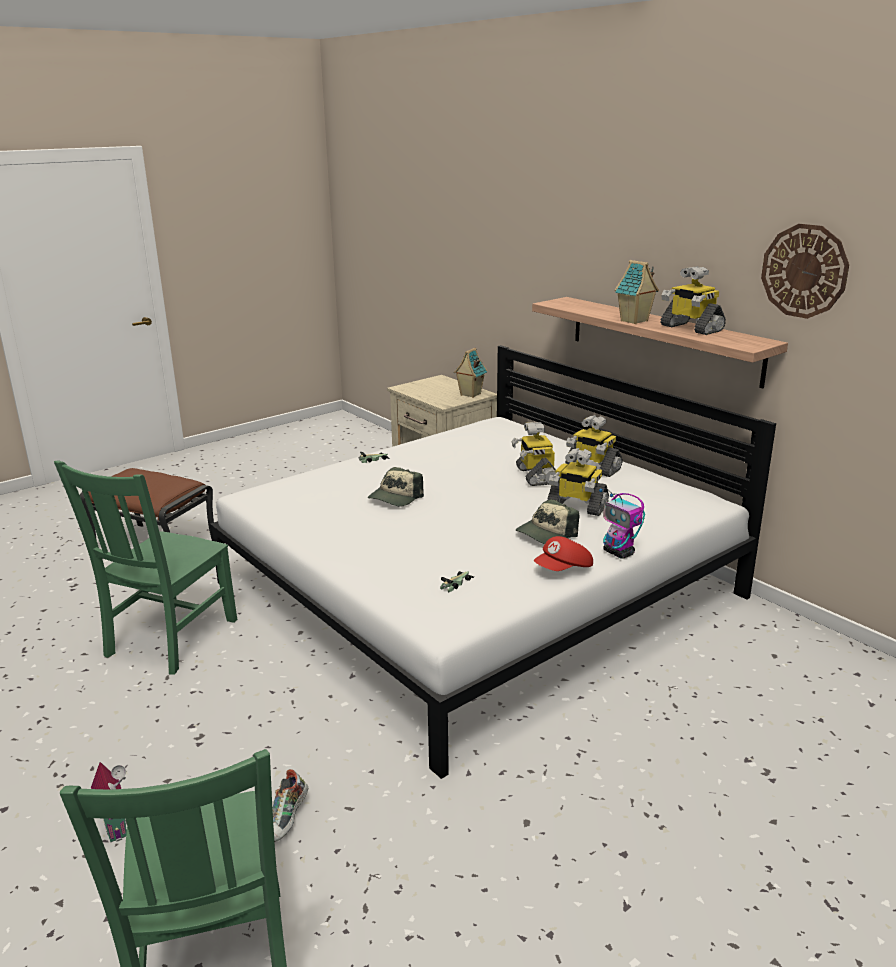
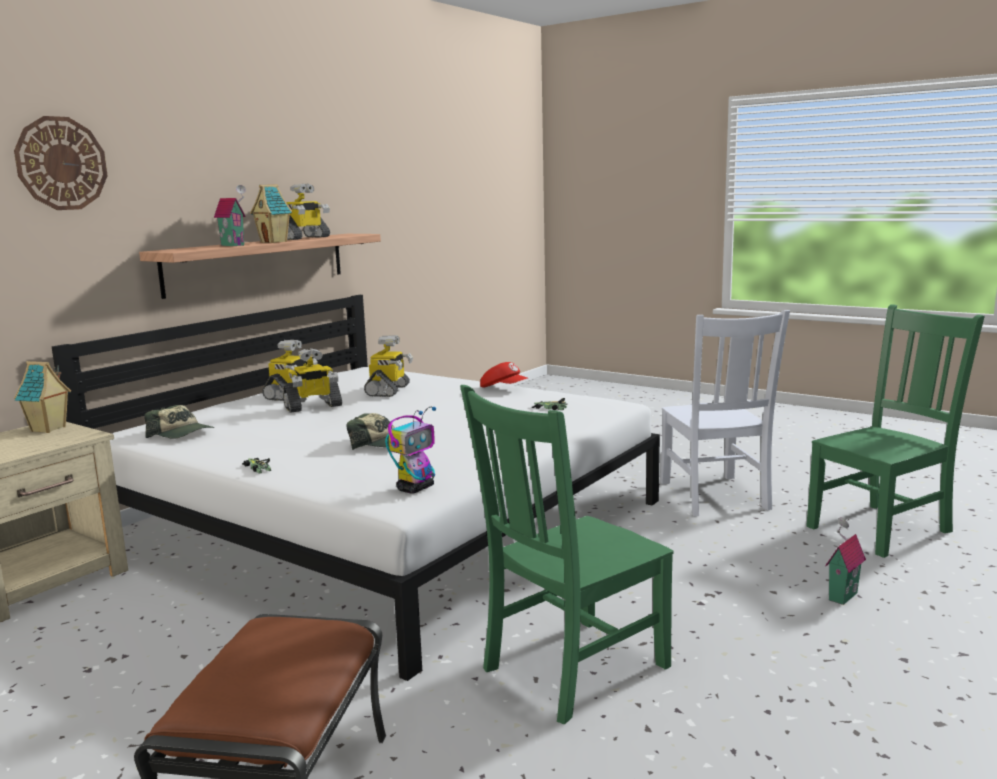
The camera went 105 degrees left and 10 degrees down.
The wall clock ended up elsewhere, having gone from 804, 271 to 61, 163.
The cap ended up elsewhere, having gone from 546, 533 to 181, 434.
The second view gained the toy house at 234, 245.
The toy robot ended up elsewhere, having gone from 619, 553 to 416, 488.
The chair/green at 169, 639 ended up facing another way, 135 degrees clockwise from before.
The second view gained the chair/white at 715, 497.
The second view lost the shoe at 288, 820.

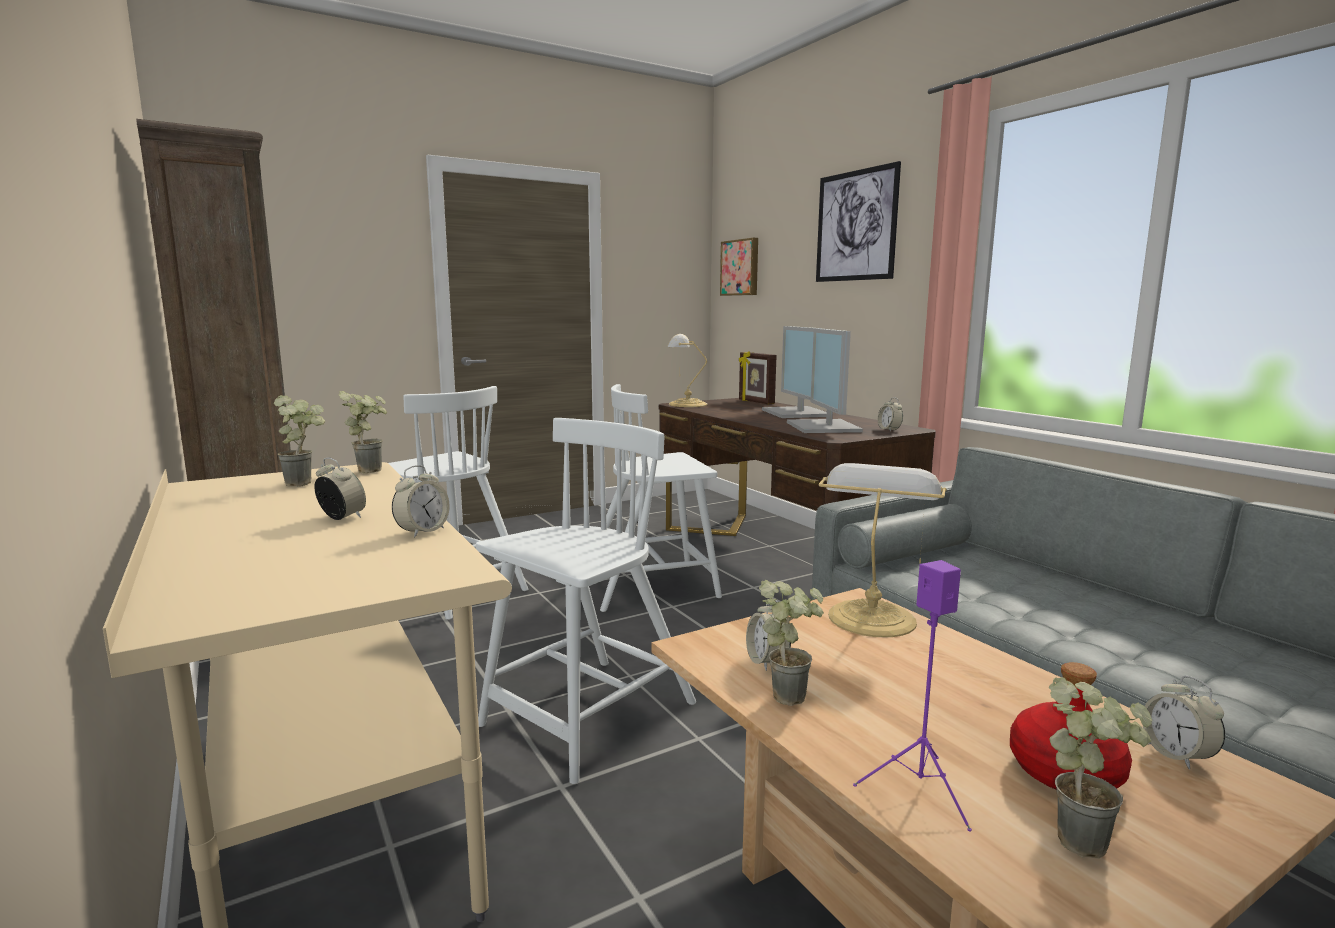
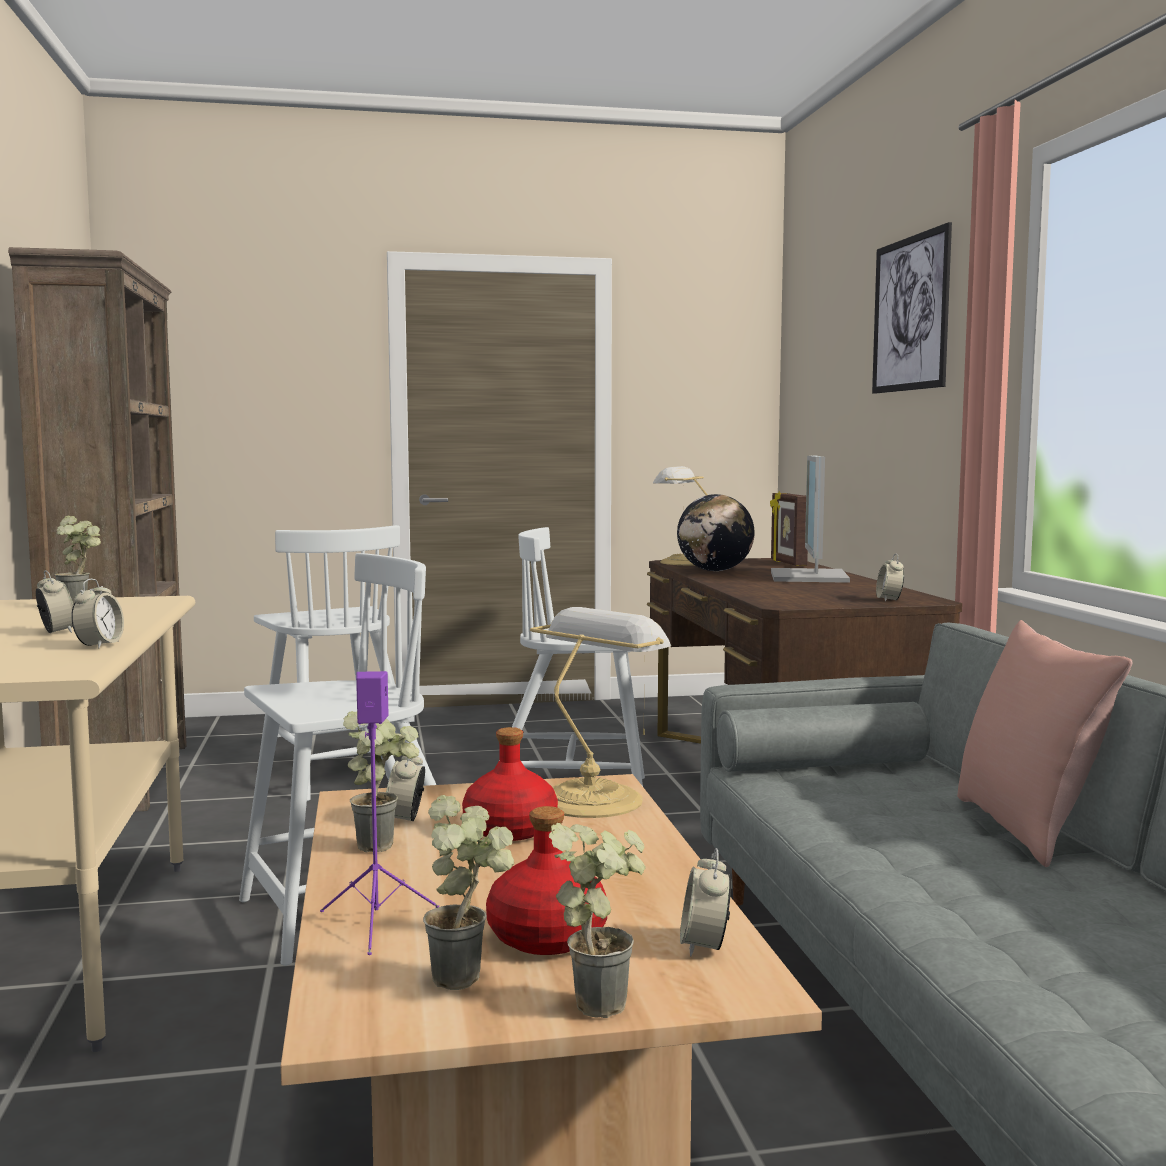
The camera went 20 degrees right and 5 degrees down.
The alarm clock at 422, 531 ended up facing another way, 45 degrees counterclockwise from before.
The second view gained the bottle/red at 510, 829.
The potted plant ended up elsewhere, having gone from 371, 470 to 603, 999.
The second view gained the globe at 714, 571.
The second view gained the pillow/pink at 1027, 829.
The second view lost the picture at 741, 267.
The second view lost the monitor at 824, 427.

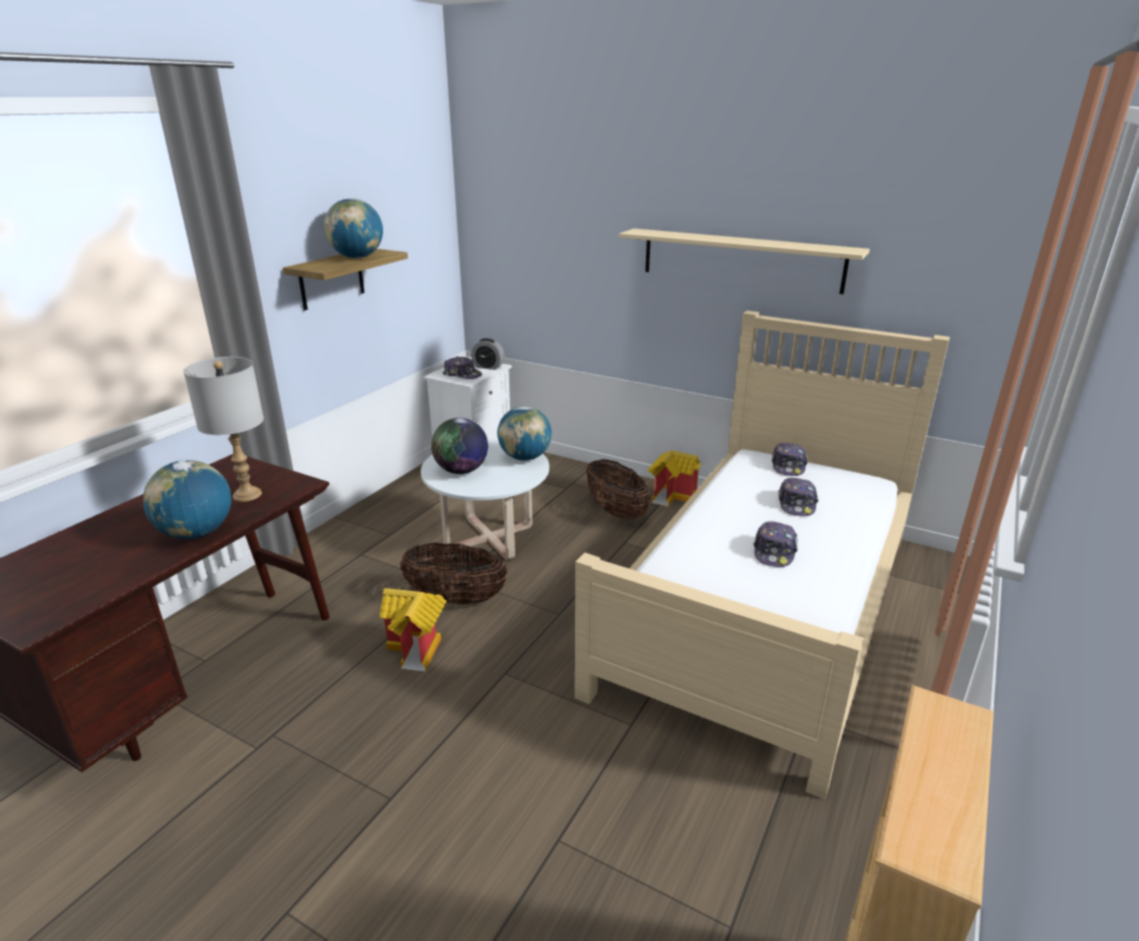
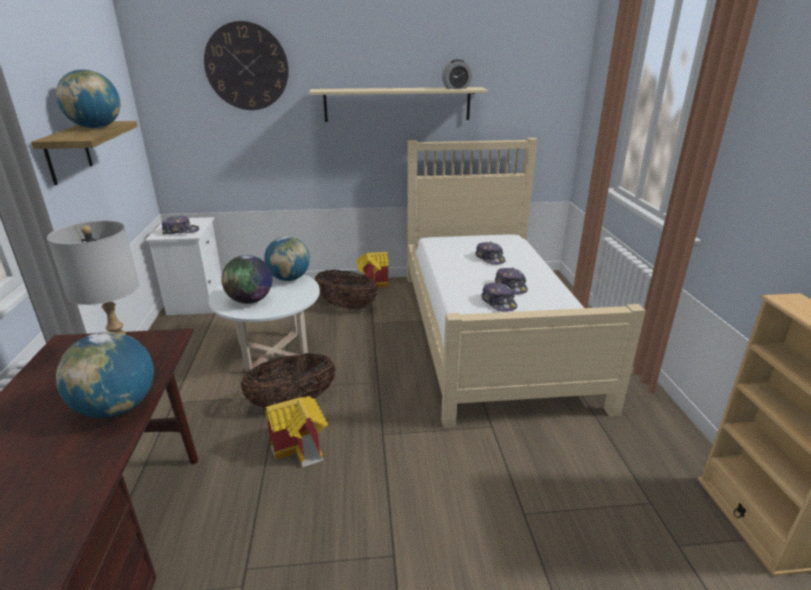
The camera went 35 degrees left and 0 degrees up.
The second view gained the wall clock at 247, 67.
The alarm clock ended up elsewhere, having gone from 488, 367 to 456, 88.
The cap ended up elsewhere, having gone from 788, 466 to 498, 303.

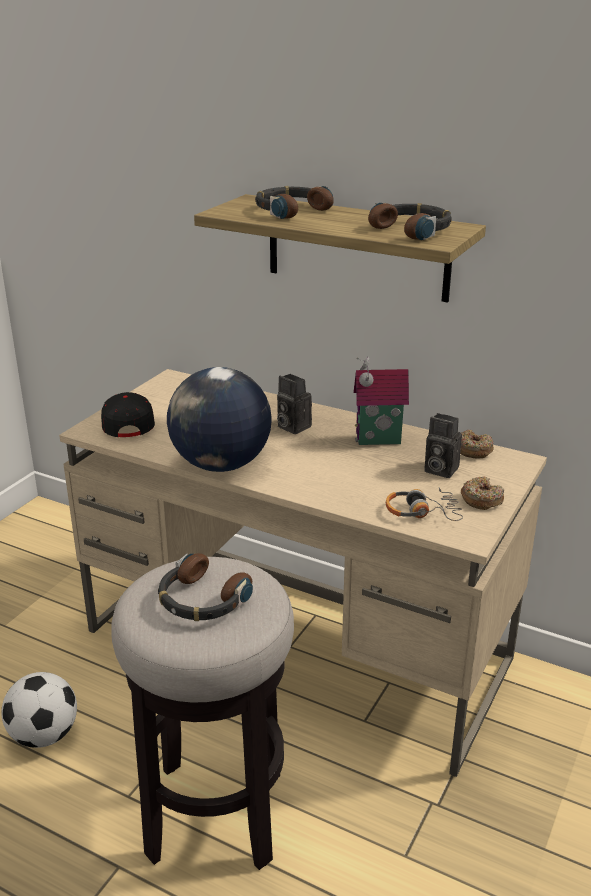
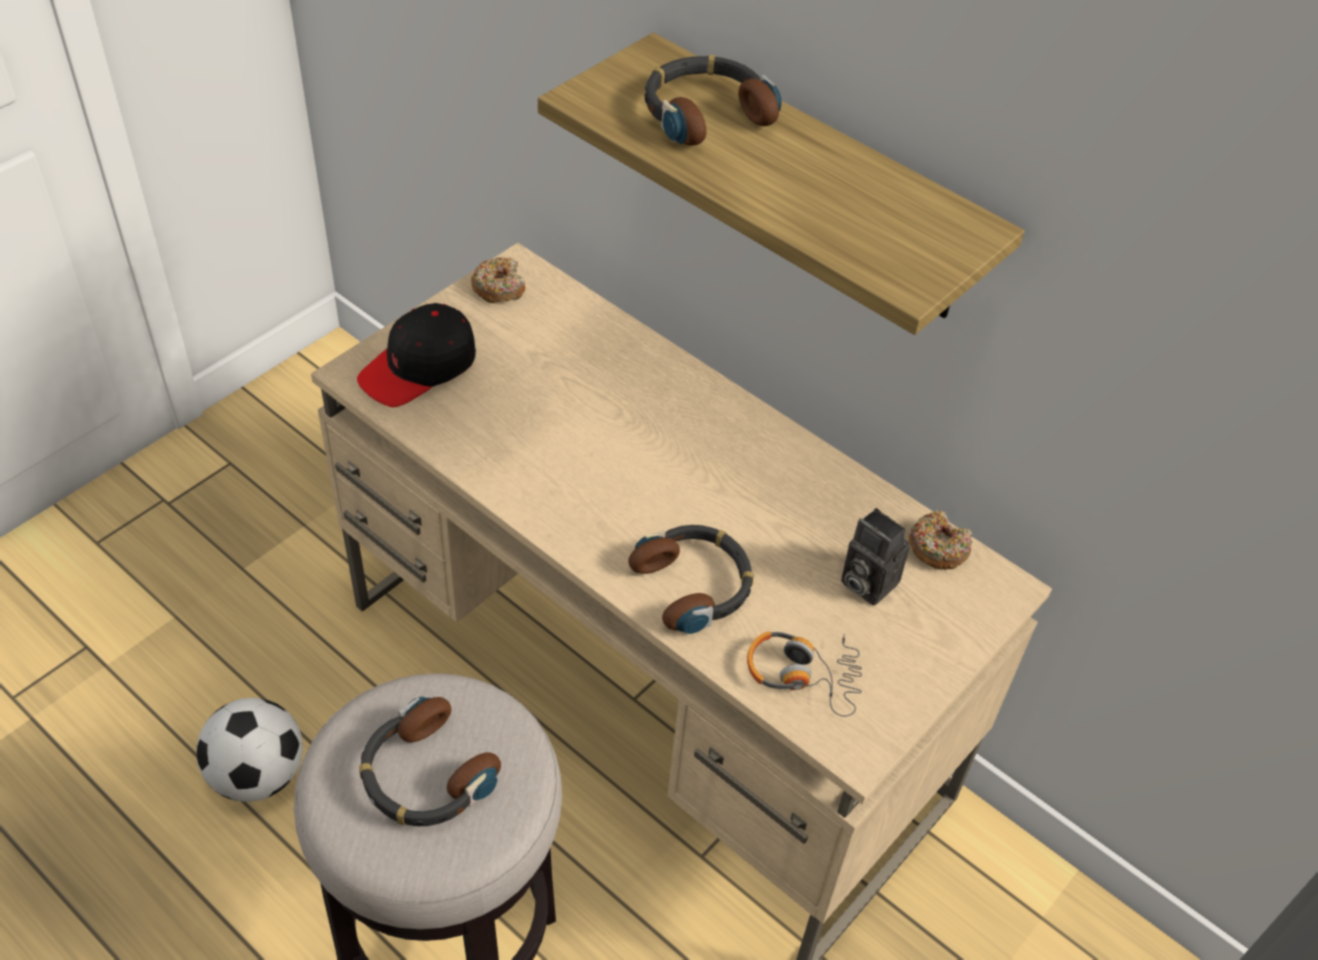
The camera went 10 degrees right and 20 degrees up.
The cap/black at 127, 423 ended up facing another way, 135 degrees counterclockwise from before.
The donut ended up elsewhere, having gone from 481, 499 to 499, 287.
The headphones ended up elsewhere, having gone from 412, 230 to 694, 584.
The second view lost the globe at 220, 464.
The second view lost the photo camera at 291, 426.
The second view lost the toy house at 378, 441.

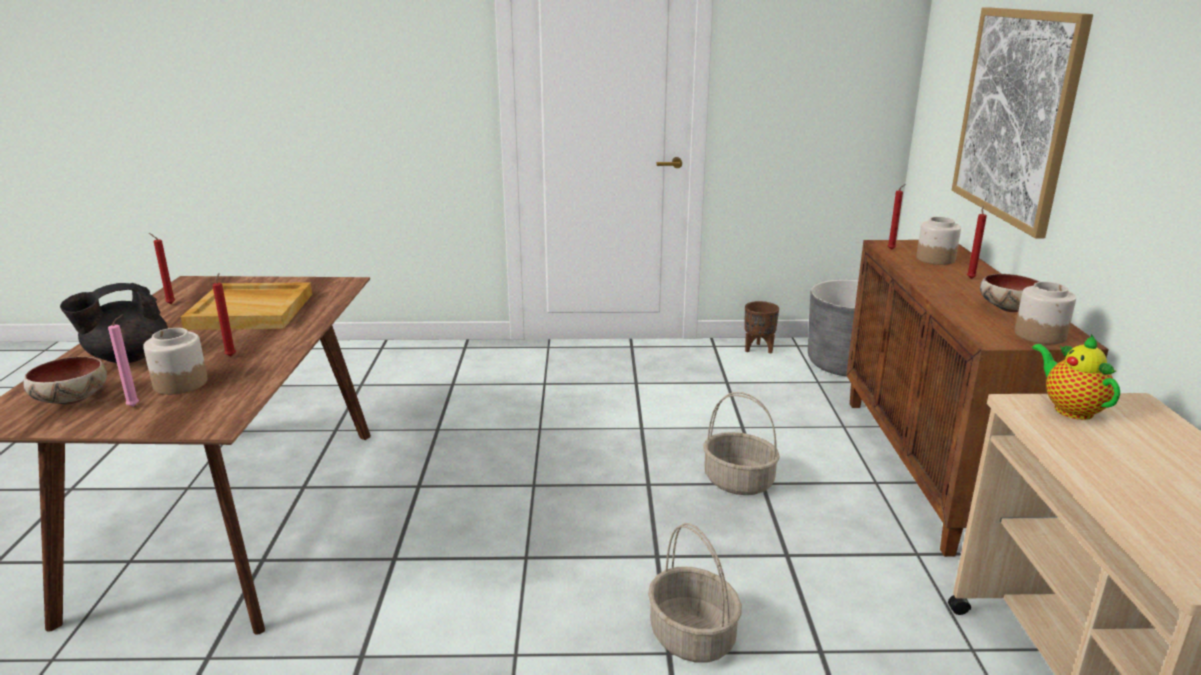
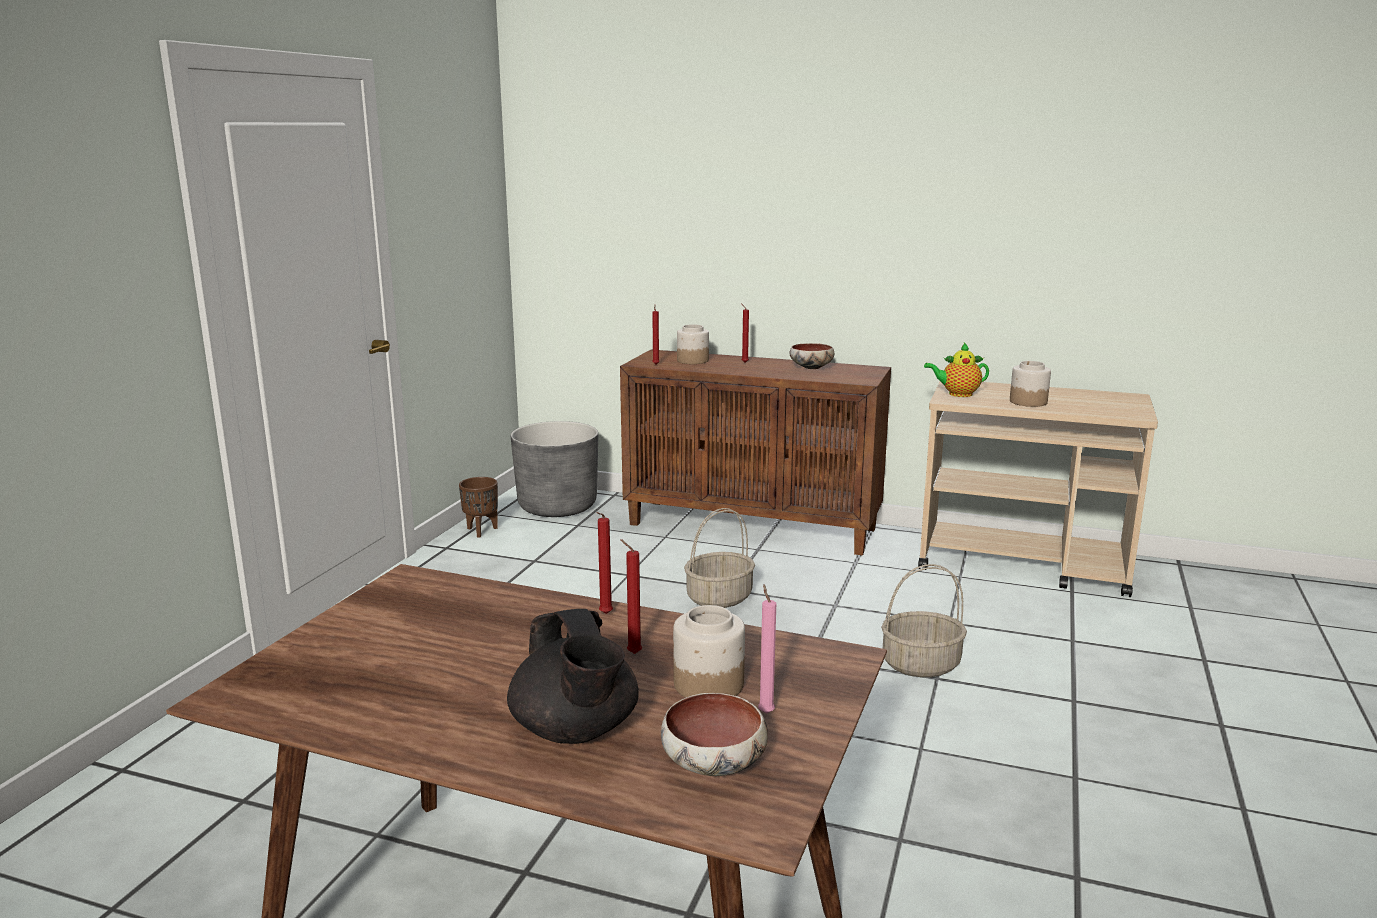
The camera went 70 degrees left and 5 degrees down.
The candle/red ended up elsewhere, having gone from 169, 304 to 604, 615.
The jar ended up elsewhere, having gone from 1040, 335 to 1028, 402.
The second view lost the tray/beige at 252, 310.
The second view lost the picture at 1016, 115.

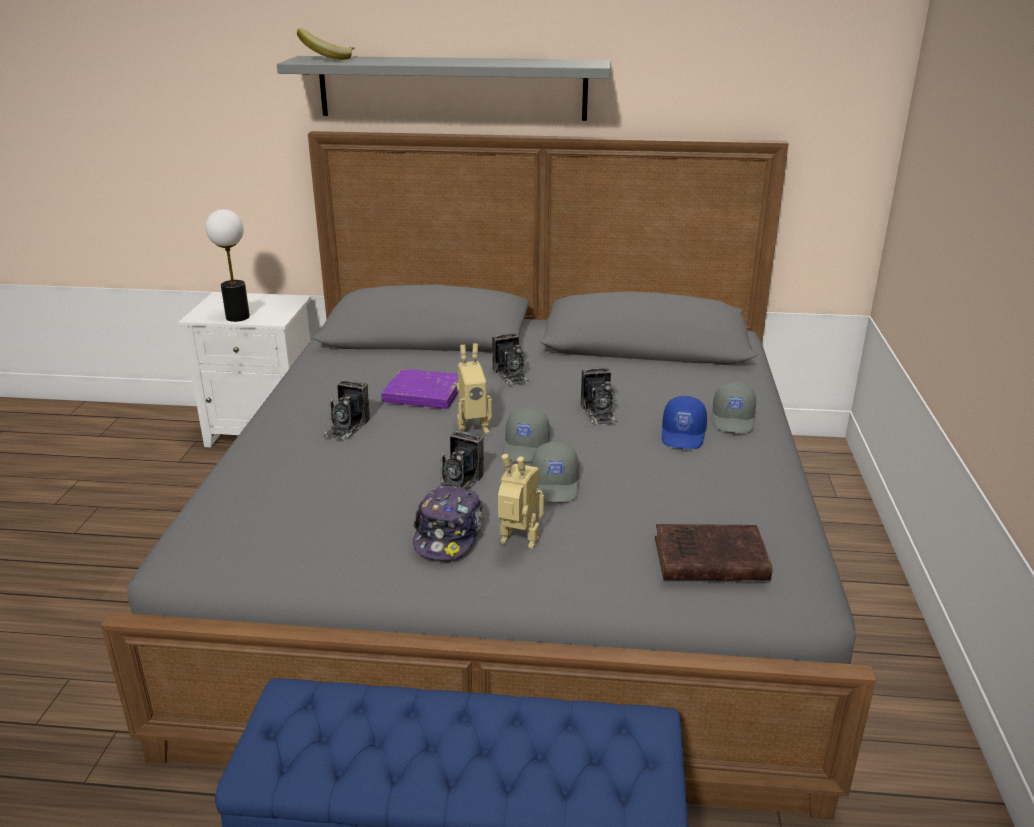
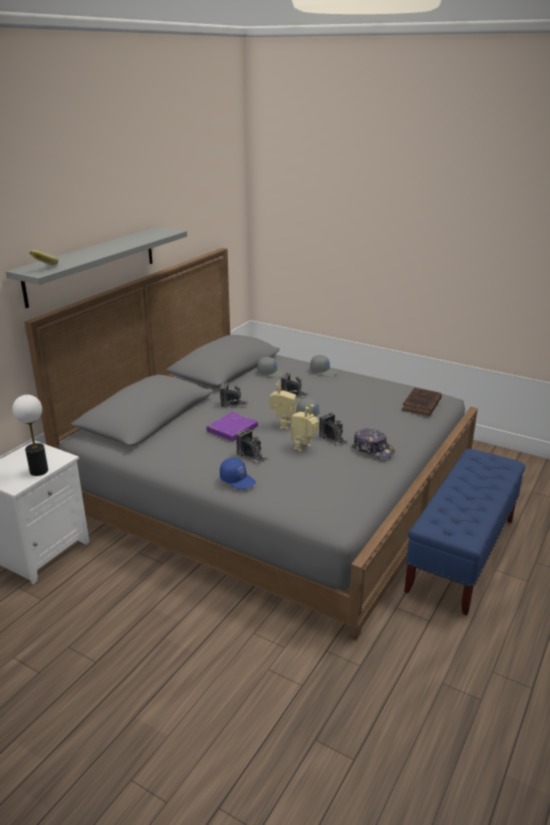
The camera went 65 degrees left and 0 degrees up.
The cap/blue ended up elsewhere, having gone from 684, 435 to 238, 480.
The cap/grey ended up elsewhere, having gone from 556, 485 to 271, 373.
The toy robot ended up elsewhere, having gone from 517, 544 to 304, 448.

